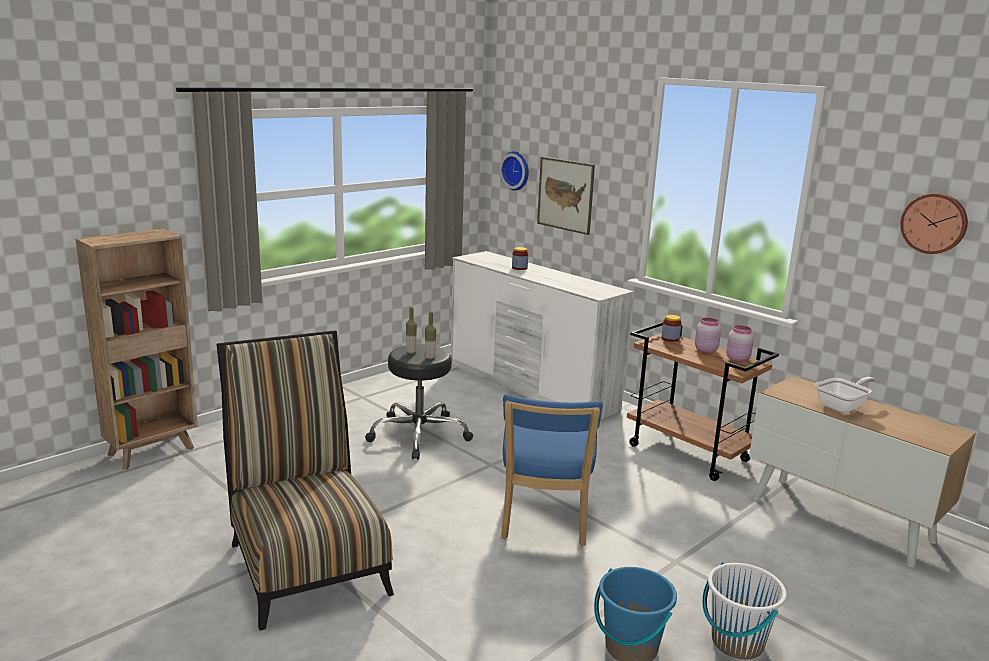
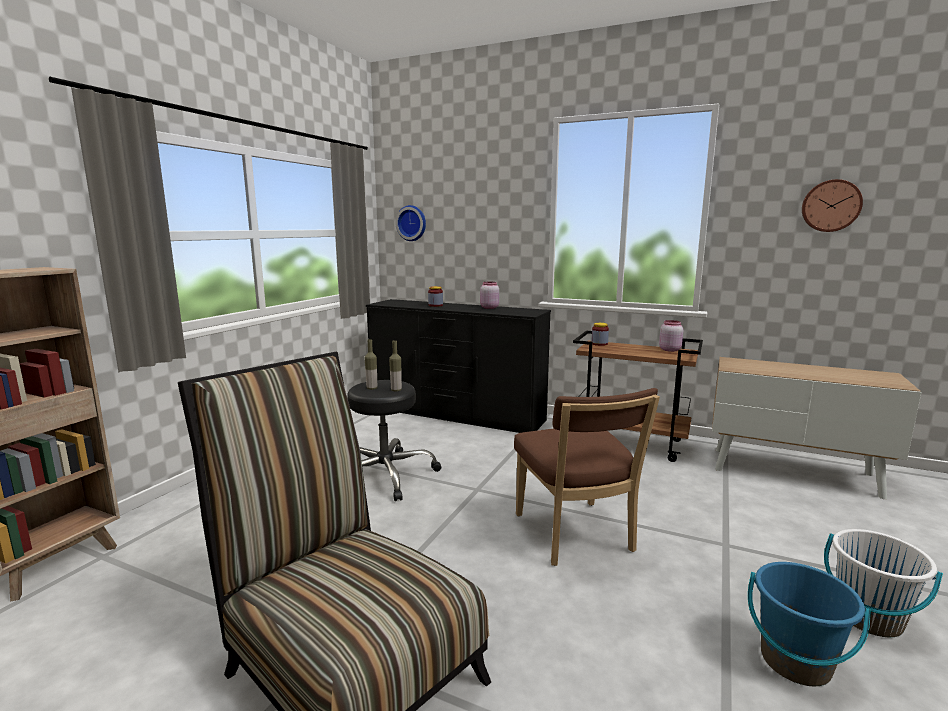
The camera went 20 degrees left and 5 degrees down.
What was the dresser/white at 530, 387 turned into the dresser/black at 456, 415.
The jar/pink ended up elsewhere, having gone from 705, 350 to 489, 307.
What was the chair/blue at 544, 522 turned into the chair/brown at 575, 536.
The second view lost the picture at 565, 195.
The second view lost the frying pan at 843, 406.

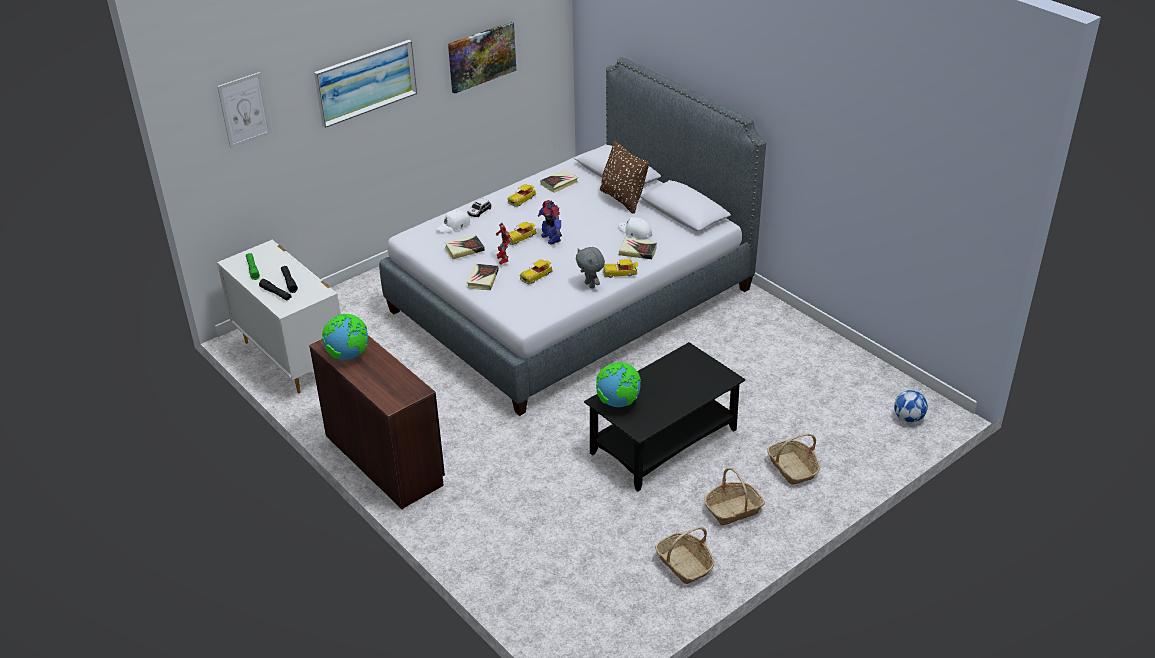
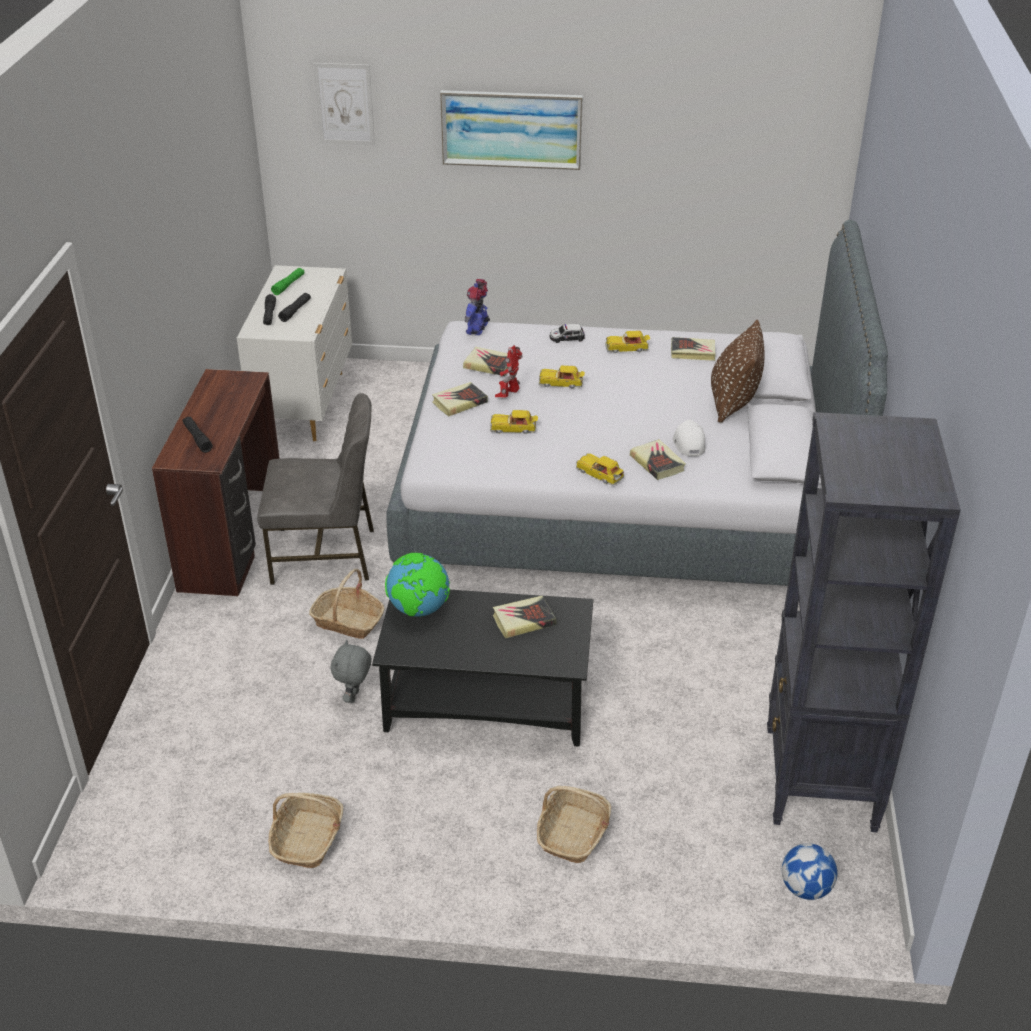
The camera went 45 degrees right and 0 degrees up.
The second view gained the flashlight/black at 197, 438.
The second view gained the chair/grey at 325, 555.
The basket ended up elsewhere, having gone from 733, 510 to 348, 621.
The plush toy/grey ended up elsewhere, having gone from 590, 285 to 354, 697.
The toy robot ended up elsewhere, having gone from 551, 238 to 478, 328.
The second view gained the book at 523, 620.
The second view gained the bookcase/black at 819, 780.
The second view lost the globe at 348, 356.
The second view lost the cap/white at 454, 226.
The second view lost the picture at 481, 56.

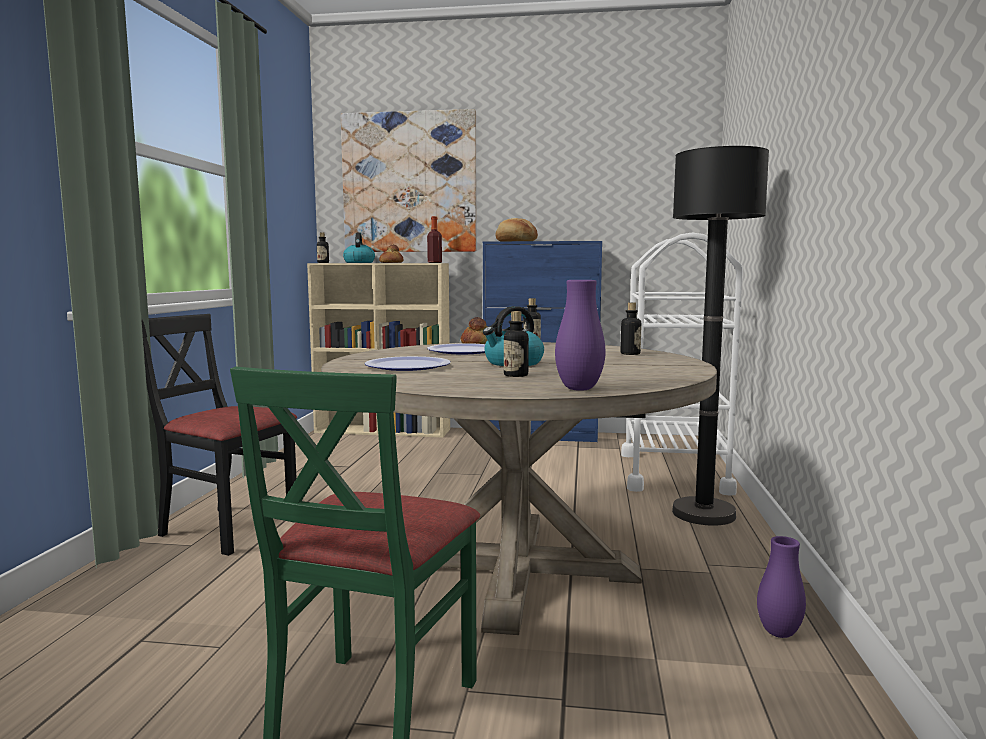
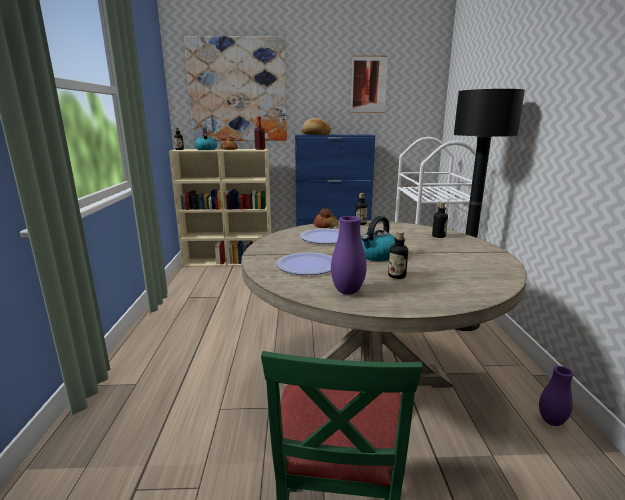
The camera went 10 degrees left and 10 degrees up.
The vase/purple ended up elsewhere, having gone from 579, 389 to 347, 291.
The second view gained the picture at 368, 85.
The second view lost the chair/black at 228, 528.

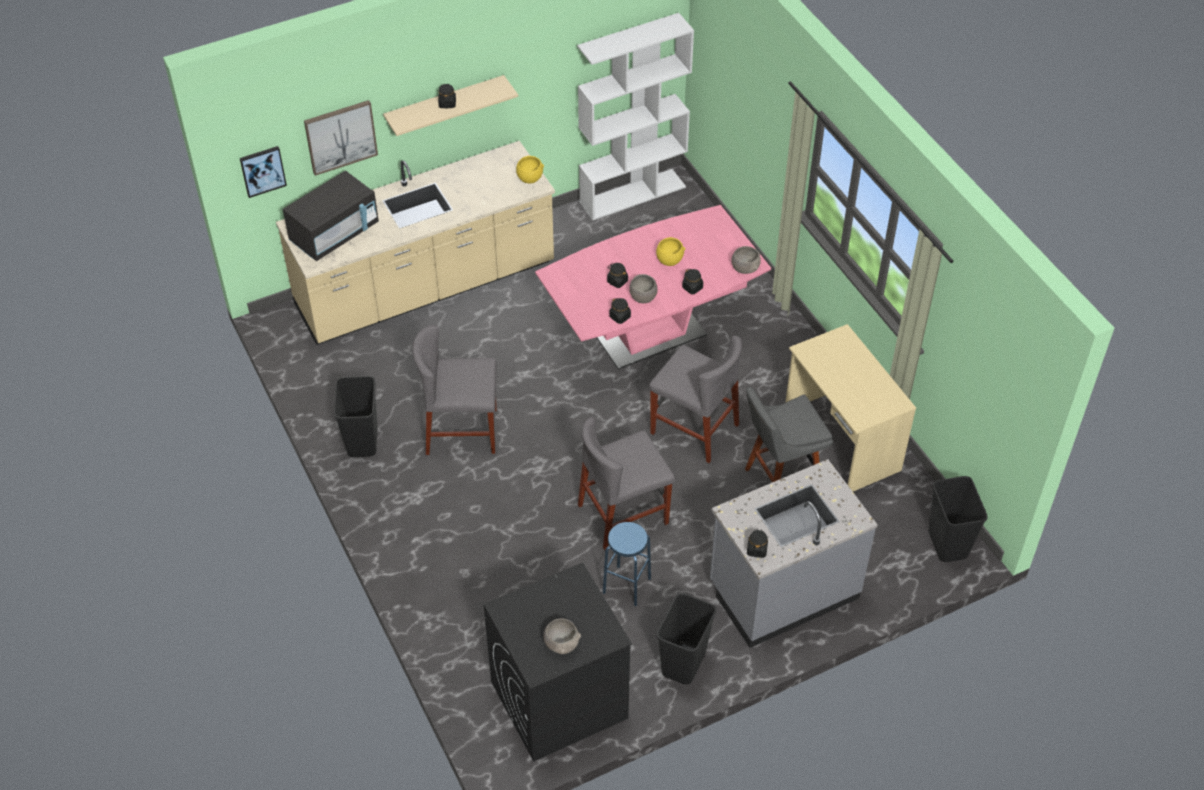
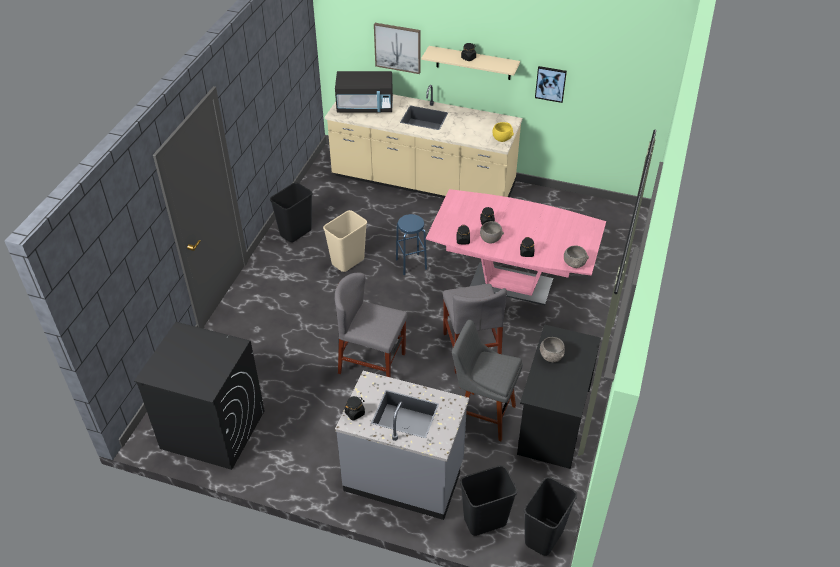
The camera went 45 degrees right and 5 degrees down.
Where the chair/grey stood at 462, 431, the trash can/beige came to stand at 348, 261.
The stool/blue ended up elsewhere, having gone from 626, 585 to 411, 264.
The trash can/black ended up elsewhere, having gone from 683, 662 to 485, 520.
What was the desk/beige at 840, 440 turned into the desk/black at 552, 421.
The picture ended up elsewhere, having gone from 262, 170 to 550, 83.
The bowl/grey ended up elsewhere, having gone from 561, 643 to 551, 356.
The second view lost the bookcase/white at 633, 194.
The second view lost the bowl/yellow at 669, 259.

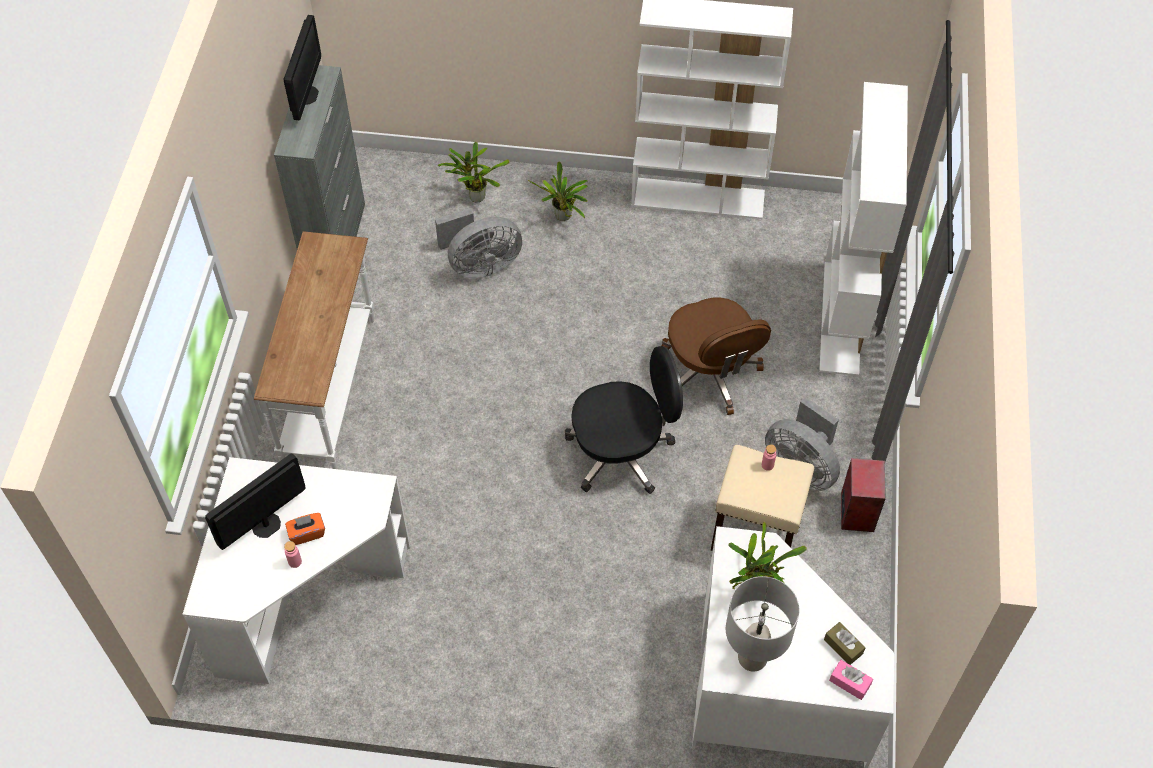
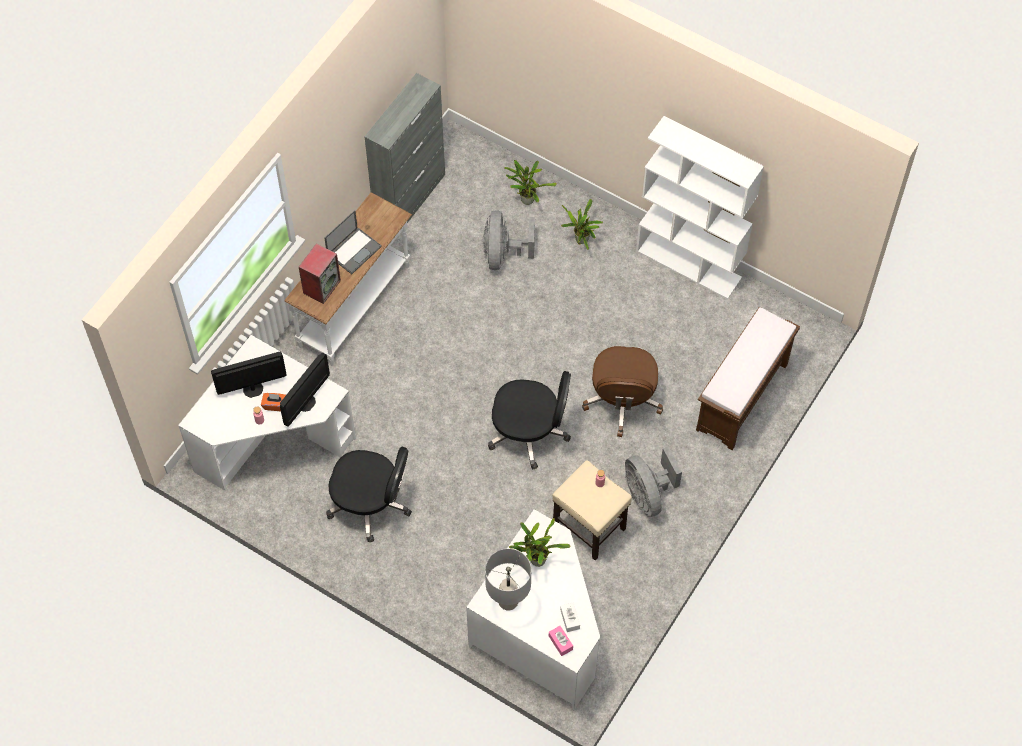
The camera went 25 degrees right and 5 degrees up.
The monitor ended up elsewhere, having gone from 306, 95 to 306, 402.
The speaker ended up elsewhere, having gone from 856, 511 to 321, 286.
The second view gained the laptop at 354, 250.
The second view gained the office chair/black at 371, 503.
The fan/grey at 480, 265 ended up facing another way, 90 degrees clockwise from before.
What was the tissue box/brown at 843, 646 turned into the tissue box/white at 570, 619.
Where the bookcase/white stood at 842, 317, the bench/brown came to stand at 742, 398.

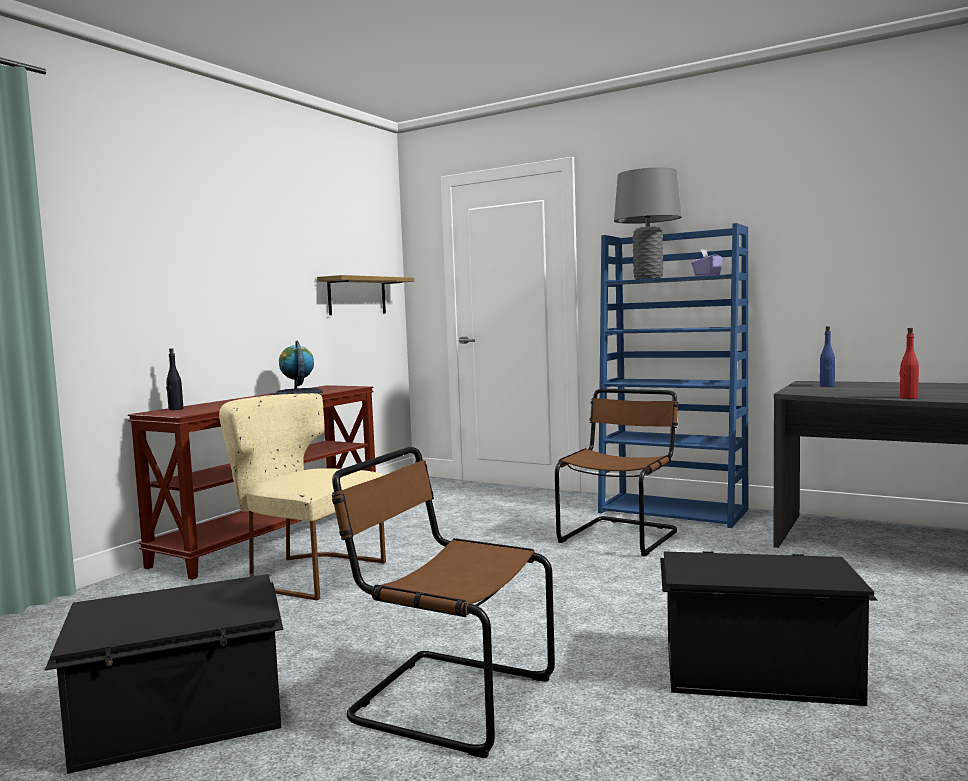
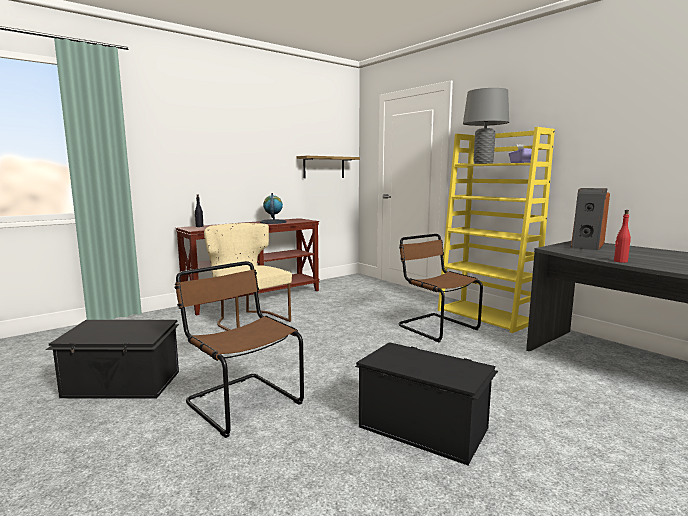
The camera went 20 degrees right and 5 degrees up.
The chair/brown at 621, 536 ended up facing another way, 90 degrees counterclockwise from before.
What was the bookcase/blue at 674, 511 turned into the bookcase/yellow at 486, 316.
Where the bottle/blue stood at 827, 386, the speaker came to stand at 586, 245.

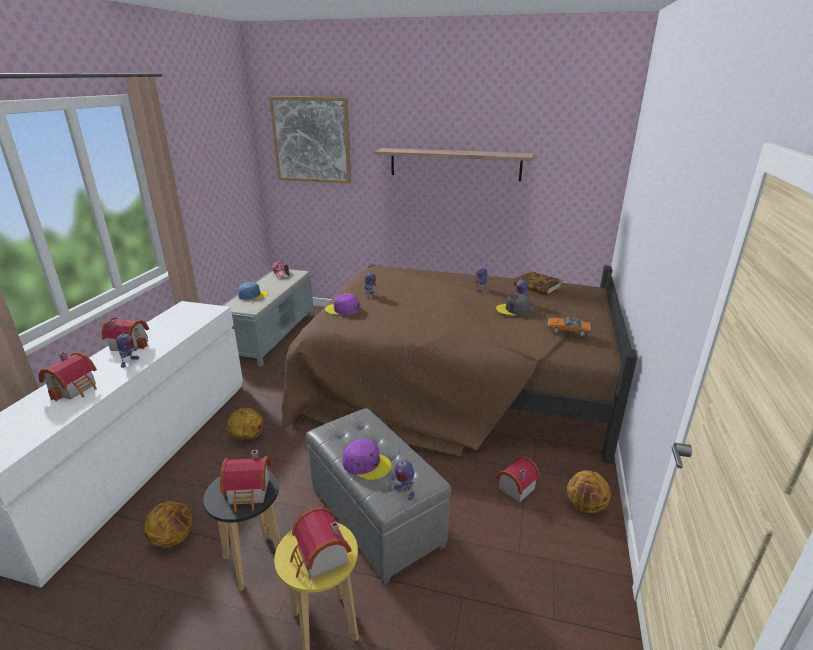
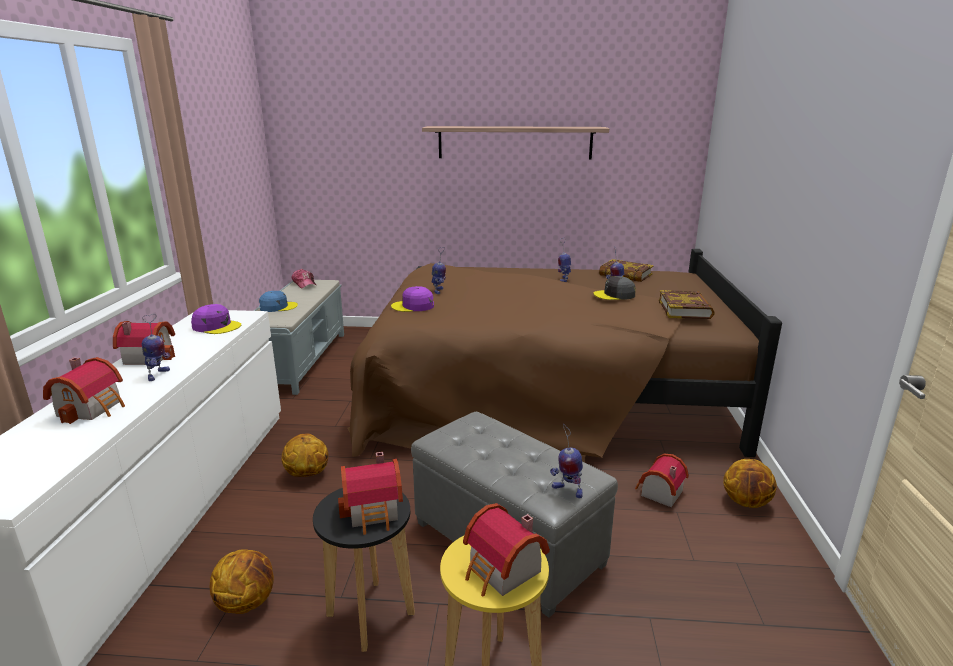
The camera went 10 degrees left and 5 degrees down.
The cap/purple ended up elsewhere, having gone from 366, 464 to 216, 326.
Where the toy car stood at 567, 330, the book came to stand at 685, 309.
The second view lost the picture at 311, 140.

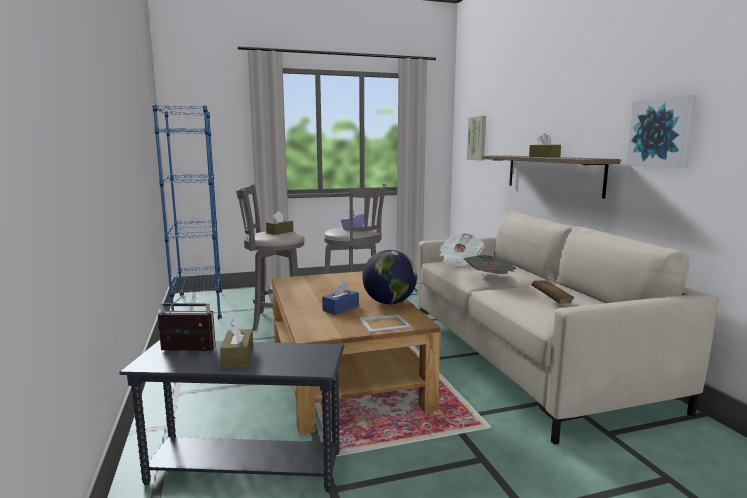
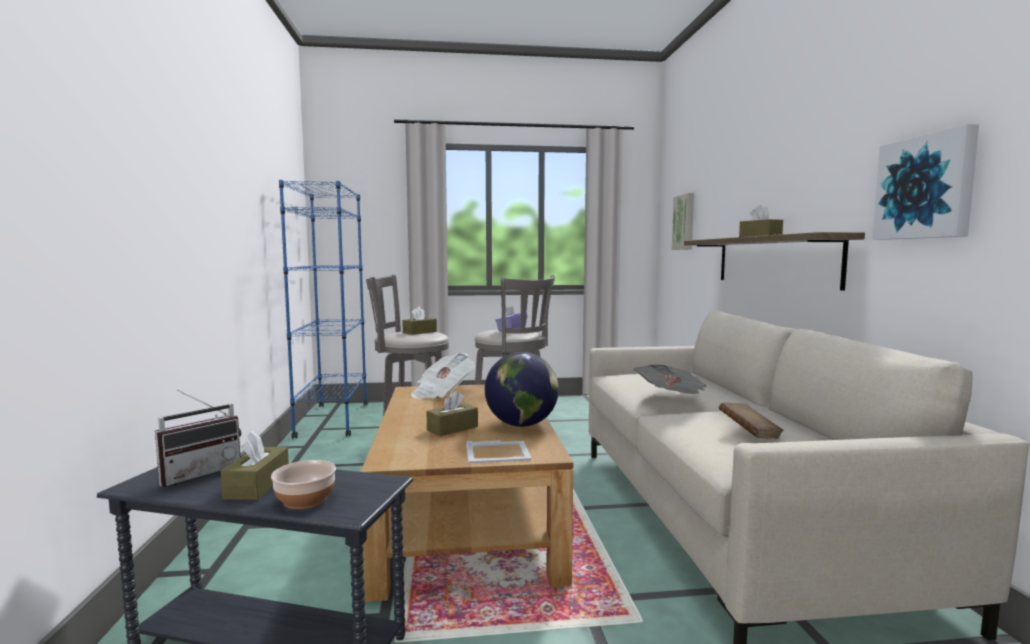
The camera went 10 degrees right and 5 degrees down.
The radio at 185, 352 ended up facing another way, 120 degrees clockwise from before.
The second view gained the bowl at 304, 500.
The newspaper ended up elsewhere, having gone from 459, 262 to 442, 393.
What was the tissue box/blue at 340, 308 turned into the tissue box/brown at 452, 428.

